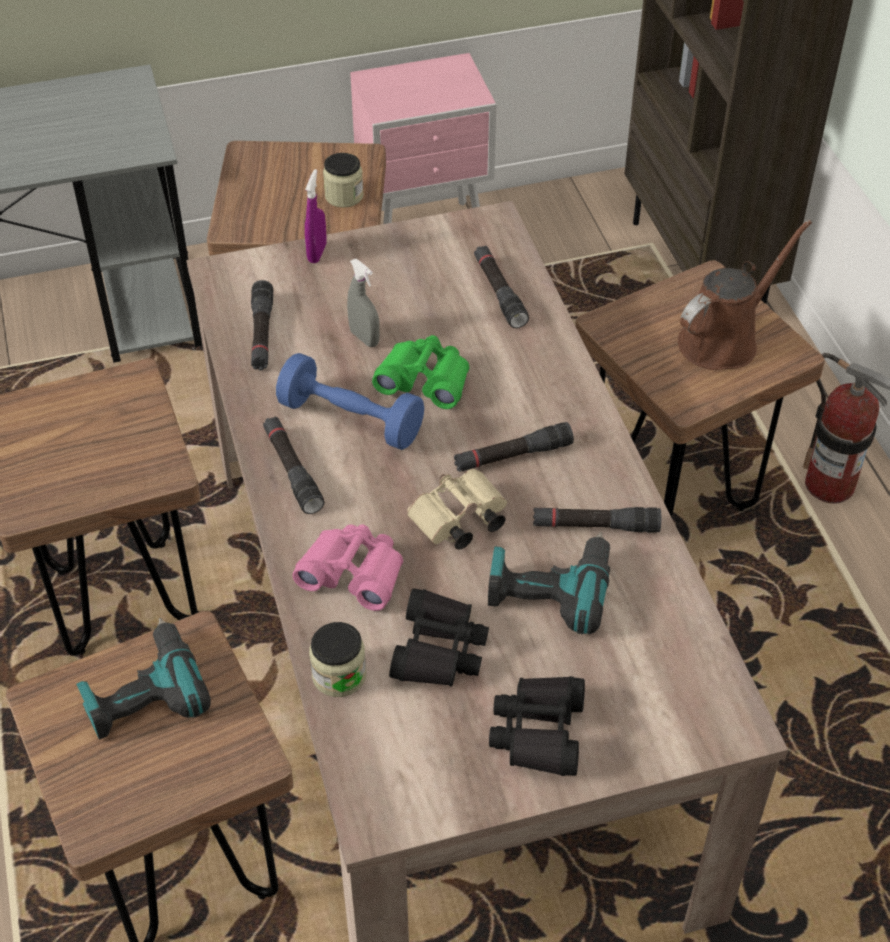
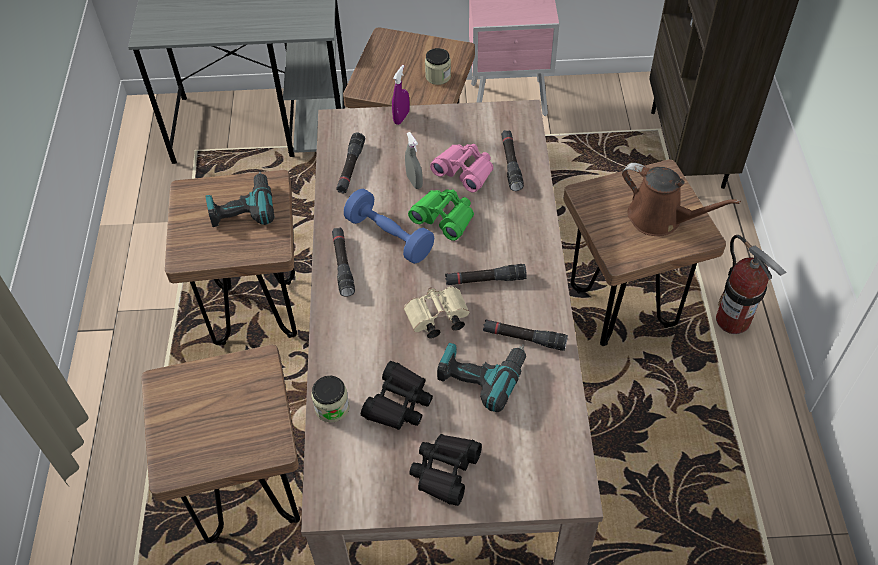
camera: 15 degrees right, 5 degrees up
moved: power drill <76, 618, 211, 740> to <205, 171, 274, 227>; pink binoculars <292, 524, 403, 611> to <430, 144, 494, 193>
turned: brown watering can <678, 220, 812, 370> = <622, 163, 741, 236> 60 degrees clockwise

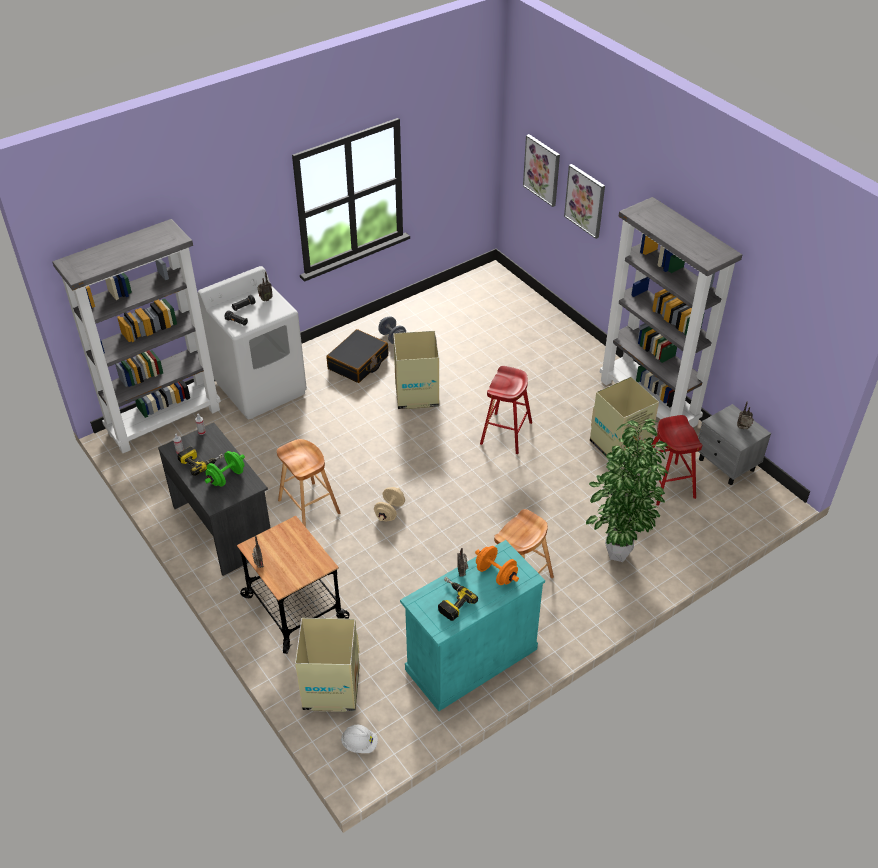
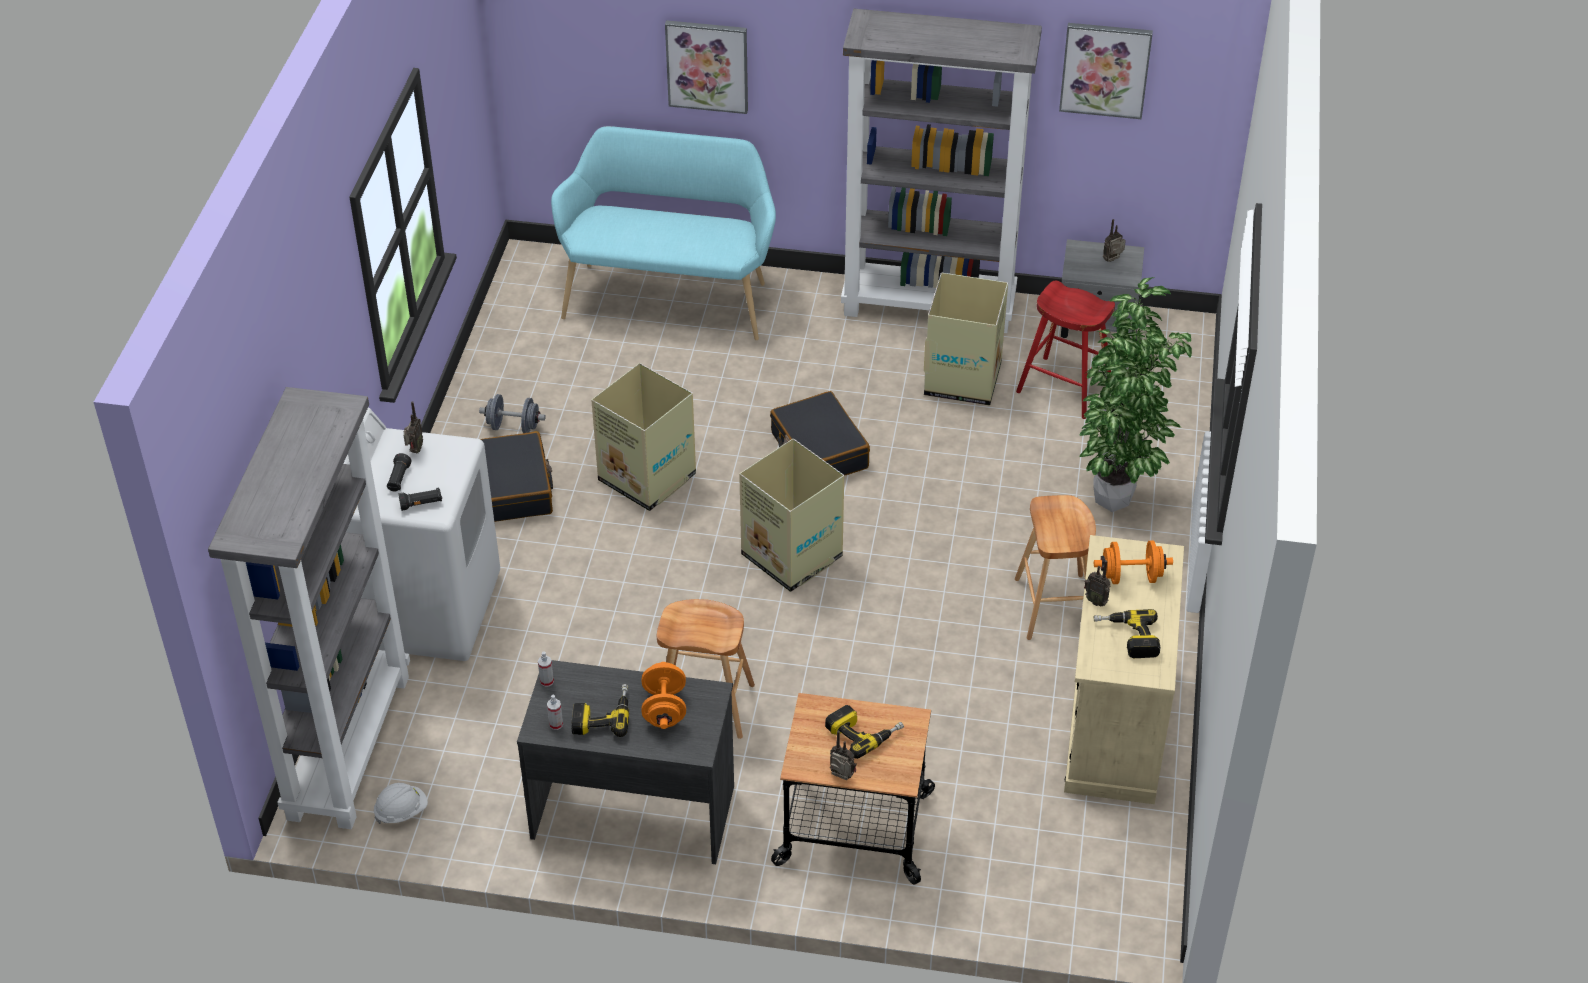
camera: 45 degrees left, 0 degrees up
removed: beige dumbbell <374, 487, 405, 521>
added: turquoise bench <551, 126, 776, 340>; power drill <825, 705, 904, 759>
moved: cardboard box <295, 618, 360, 712> to <739, 439, 844, 592>; white hard hat <341, 725, 378, 753> to <374, 783, 428, 824>; picture <523, 134, 560, 207> to <1059, 23, 1153, 119>
replaced: red stool <480, 366, 532, 454> to black suitcase <770, 391, 870, 476>
recoloured: green dumbbell <205, 451, 245, 487> to orange dumbbell <641, 662, 686, 729>; turquoise cabinet <400, 540, 545, 711> to beige cabinet <1064, 535, 1184, 804>

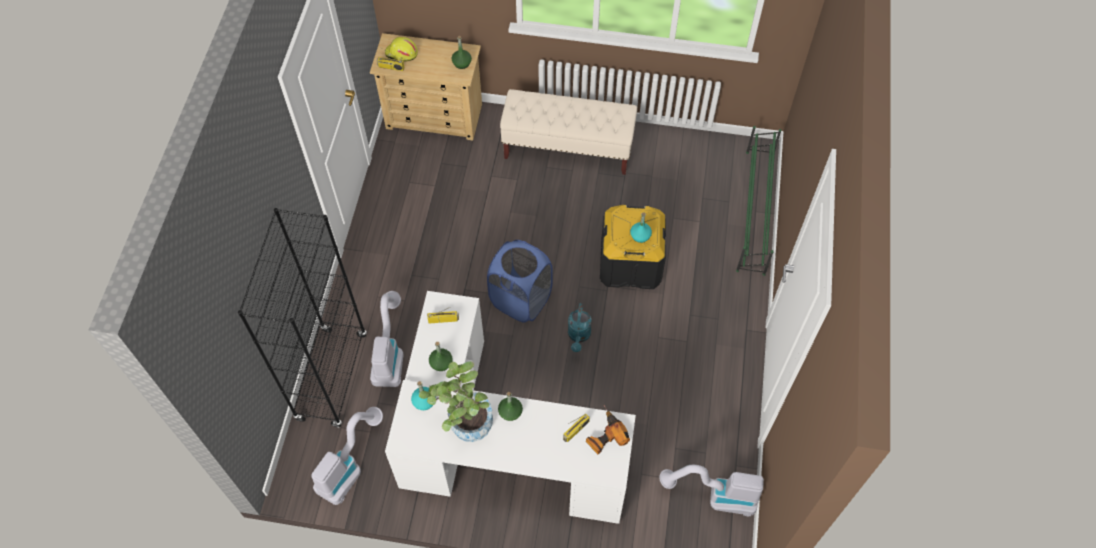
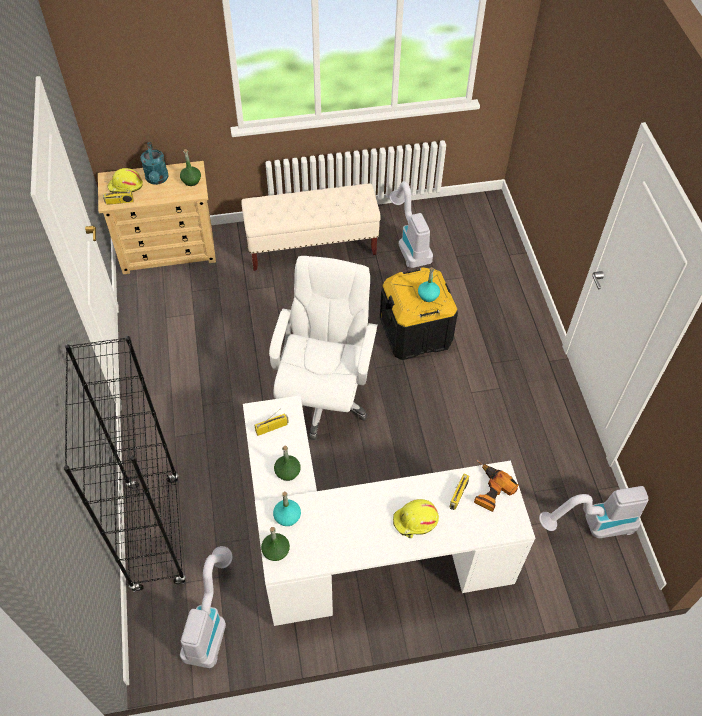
camera: 20 degrees left, 5 degrees down
removed: potted plant <419, 361, 493, 442>; green shoe rack <736, 126, 782, 276>
added: yellow hard hat <393, 499, 439, 538>
moved: vacuum cleaner <370, 291, 404, 387> to <390, 181, 433, 268>; green bottle <498, 392, 523, 421> to <261, 527, 290, 561>; turquoise watering can <568, 303, 591, 352> to <140, 142, 169, 185>
replaced: blue laundry basket <487, 240, 553, 323> to white office chair <269, 256, 378, 440>

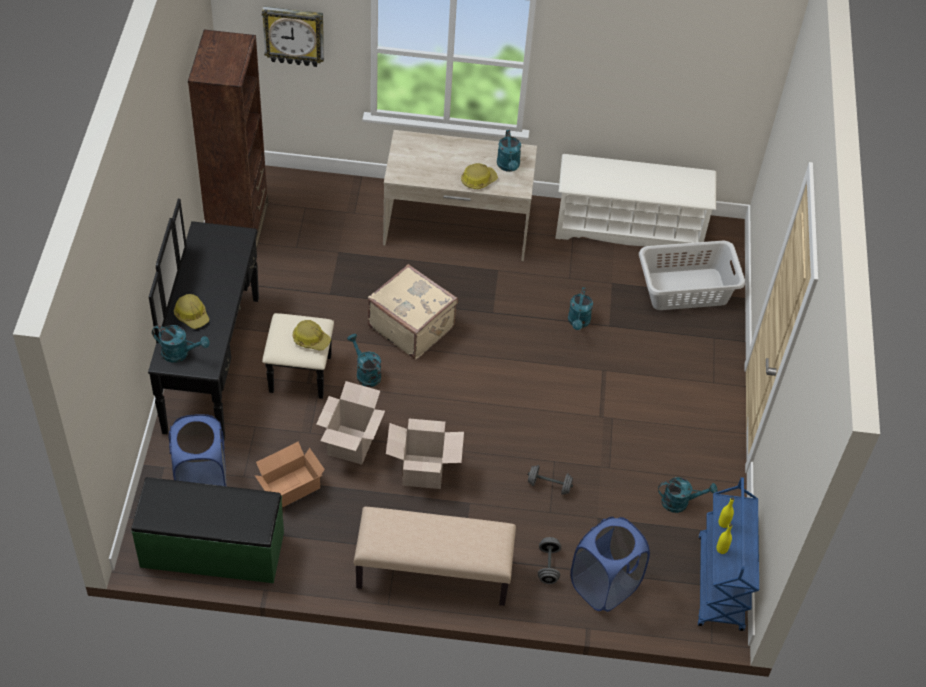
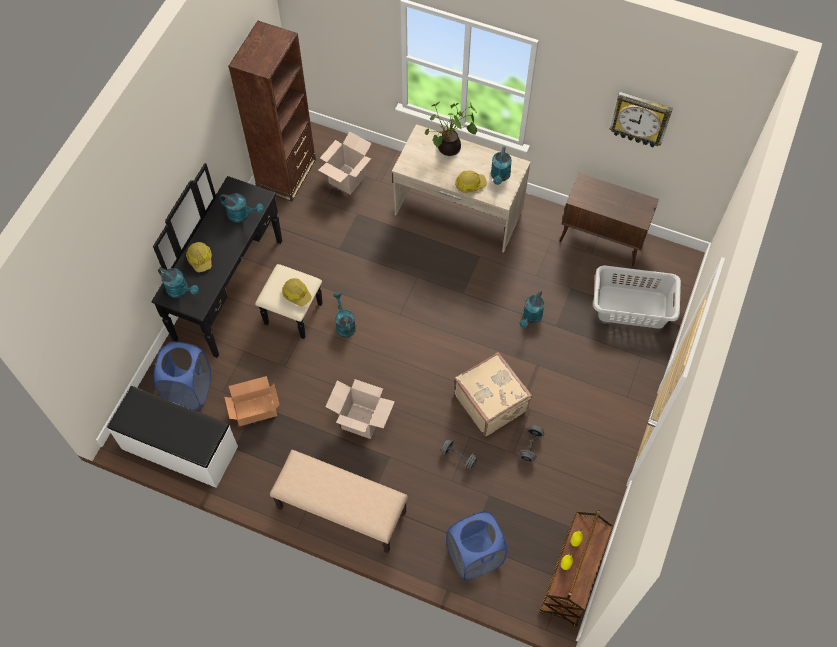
camera: 20 degrees right, 10 degrees up
added: potted plant <425, 102, 477, 156>
moved: wall clock <262, 6, 324, 67> to <609, 92, 673, 147>; cardboard box <316, 381, 385, 465> to <318, 132, 372, 195>; beige suitcase <368, 264, 458, 360> to <454, 352, 532, 436>; grey dumbbell <538, 537, 561, 584> to <519, 425, 544, 462>; turquoise watering can <658, 477, 718, 513> to <219, 193, 264, 222>
replaced: white shoe rack <555, 154, 716, 255> to brown cabinet <559, 173, 659, 267>
recoloured: green bench <131, 477, 284, 583> to white bench <107, 386, 238, 488>; blue cart <697, 477, 759, 631> to brown cart <539, 510, 613, 627>

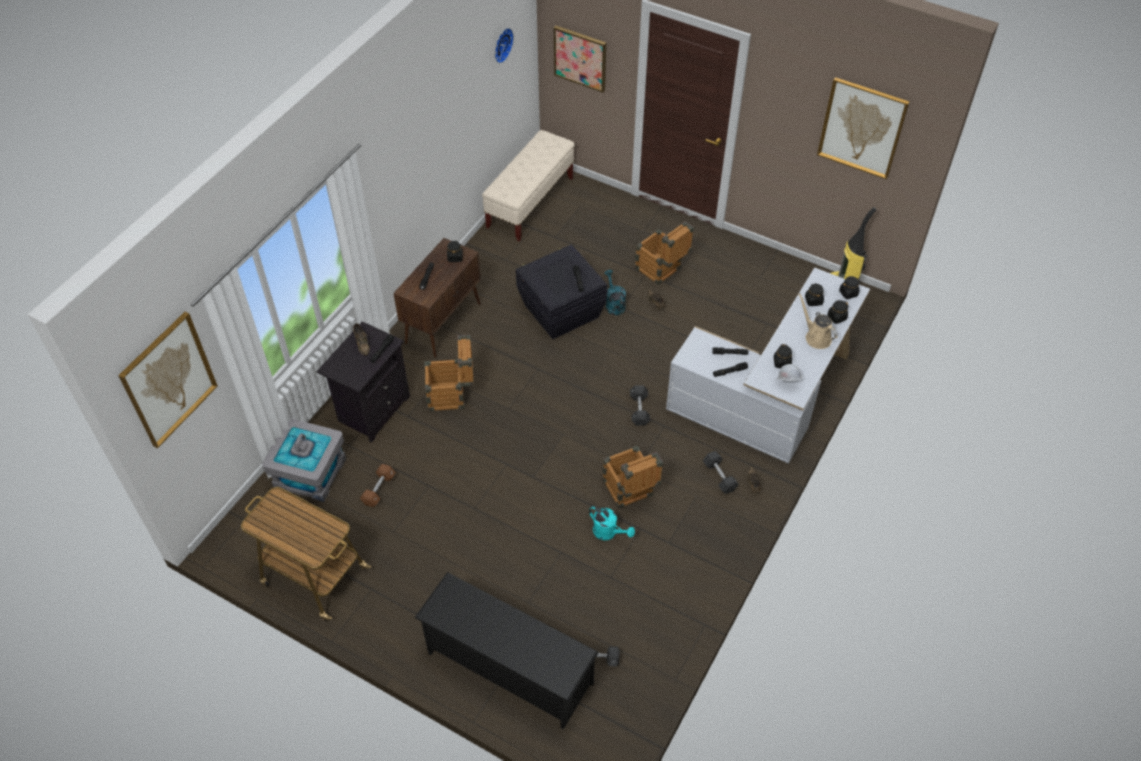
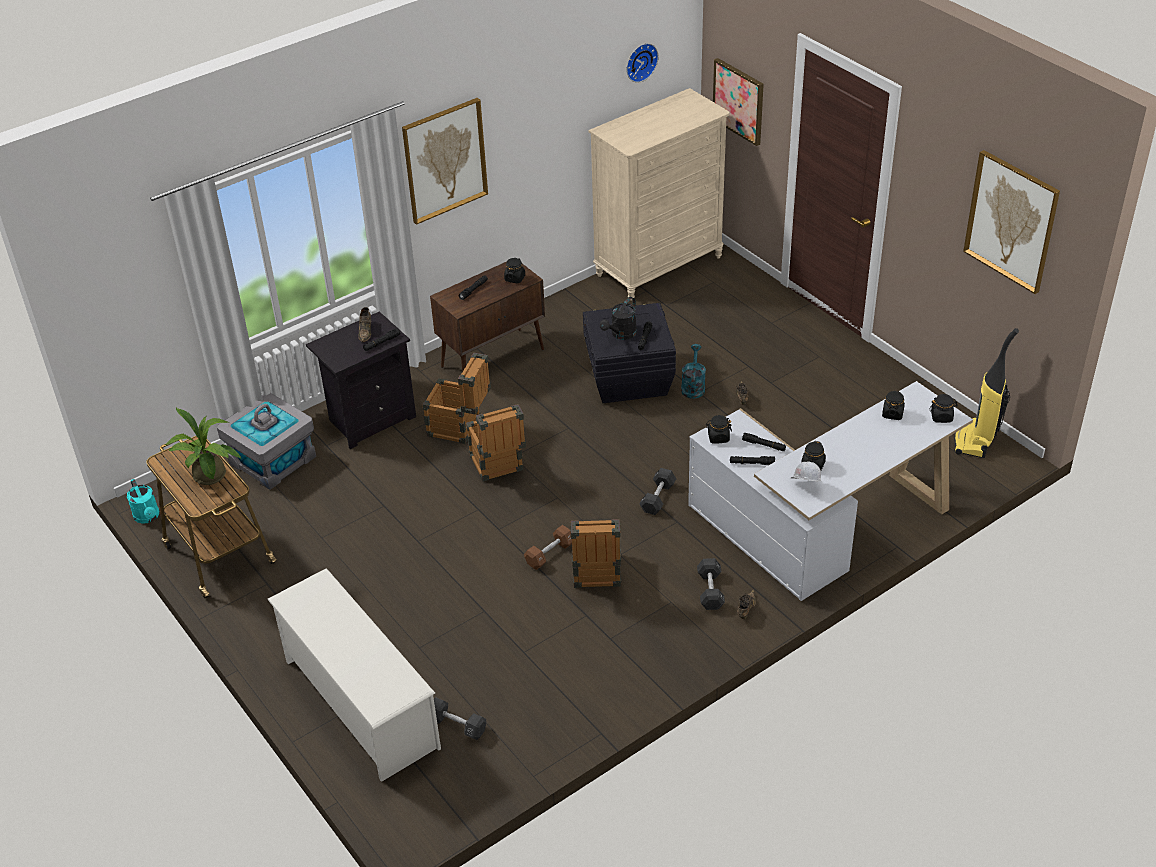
camera: 25 degrees right, 10 degrees down
removed: beige watering can <799, 293, 838, 349>
added: potted plant <165, 408, 241, 485>; black watering can <600, 297, 637, 340>
moved: picture <118, 312, 218, 448> to <402, 98, 488, 225>; brown dumbbell <360, 464, 396, 507> to <524, 525, 572, 570>; turquoise watering can <589, 506, 635, 540> to <127, 479, 159, 524>; crate <635, 221, 694, 285> to <466, 404, 526, 482>; black jar <827, 300, 848, 324> to <706, 415, 732, 444>
replaced: beige bench <482, 130, 575, 242> to beige dresser <588, 88, 729, 301>
recoloured: black shoe rack <414, 572, 599, 729> to white shoe rack <267, 568, 441, 782>

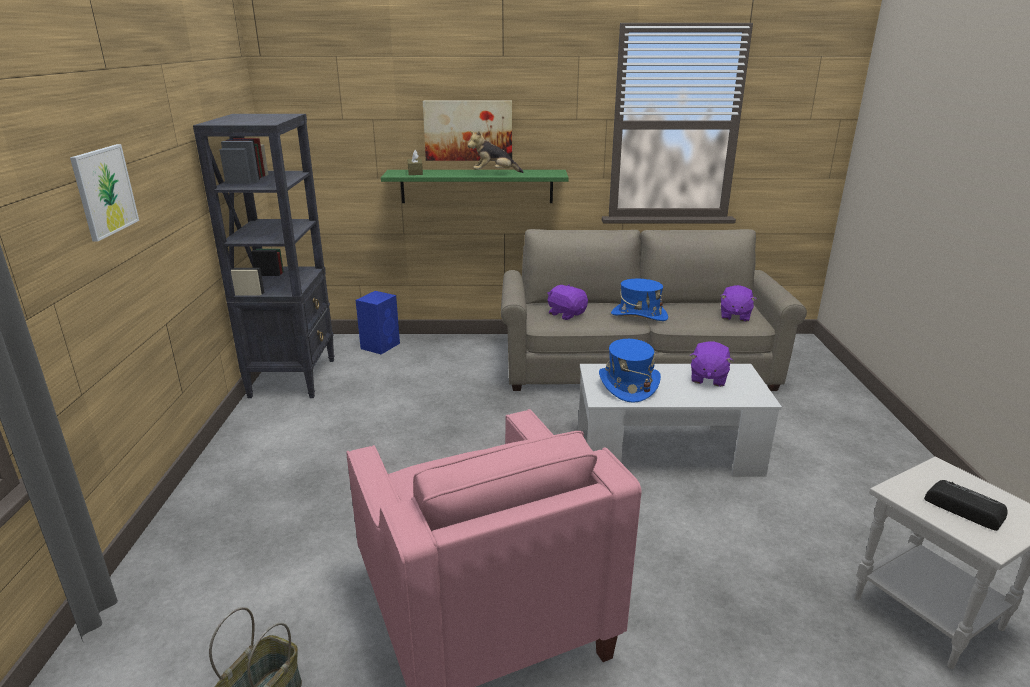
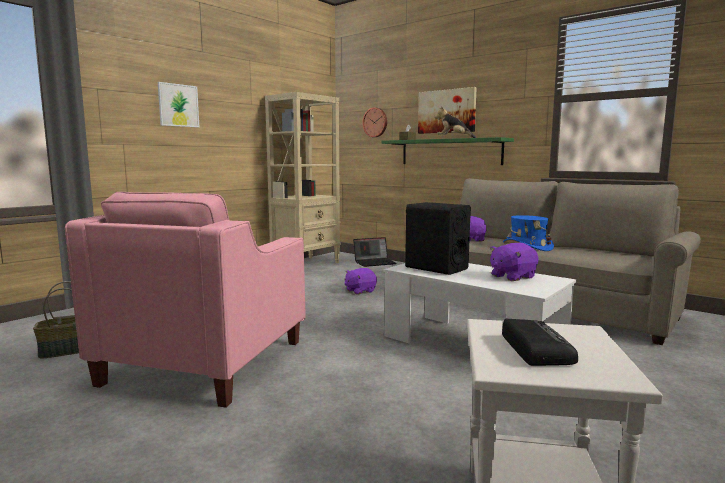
camera: 40 degrees right, 15 degrees down
added: wall clock <362, 107, 387, 137>
moved: purple plush toy <721, 285, 757, 322> to <344, 268, 377, 295>
replaced: blue speaker <356, 291, 400, 355> to laptop <353, 237, 396, 267>; blue hat <599, 339, 661, 403> to black speaker <405, 202, 471, 275>
recoloured: black bookcase <193, 114, 335, 398> to beige bookcase <265, 92, 340, 263>

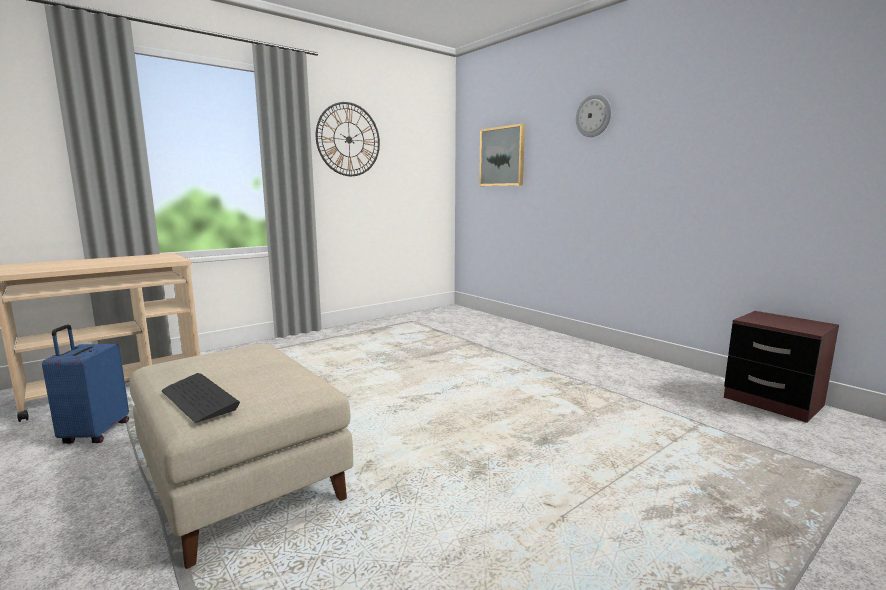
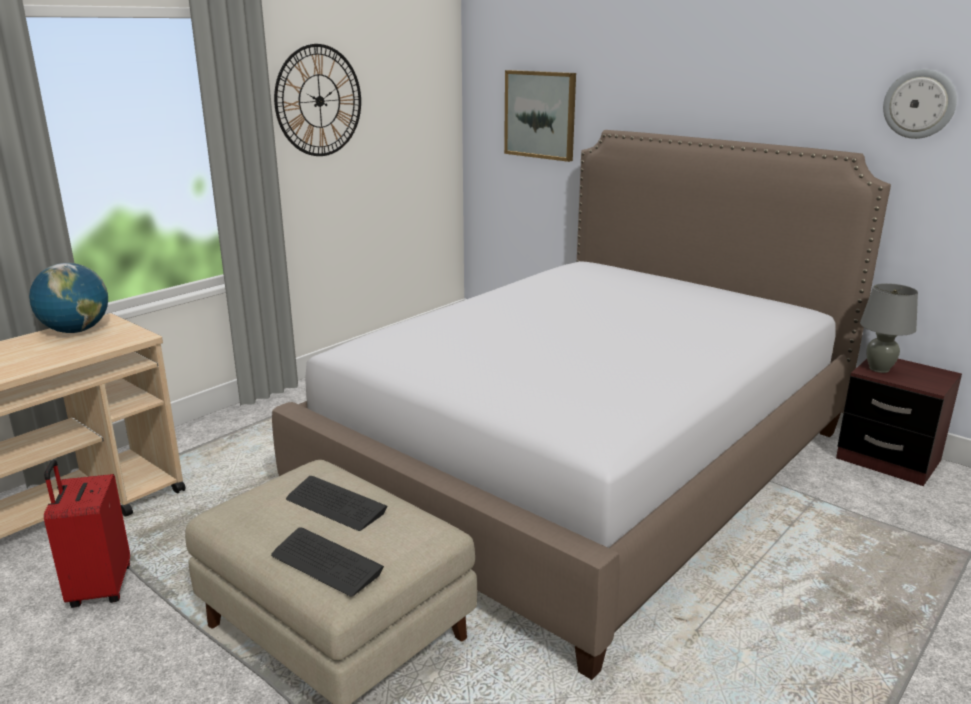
camera: 10 degrees left, 10 degrees up
added: globe <29, 263, 108, 333>; bed <272, 130, 891, 680>; keyboard <286, 476, 387, 531>; grey table lamp <860, 283, 918, 373>
moved: wall clock <576, 94, 611, 137> to <883, 69, 957, 139>
recoloured: blue suitcase <42, 325, 129, 444> to red suitcase <44, 460, 130, 608>

